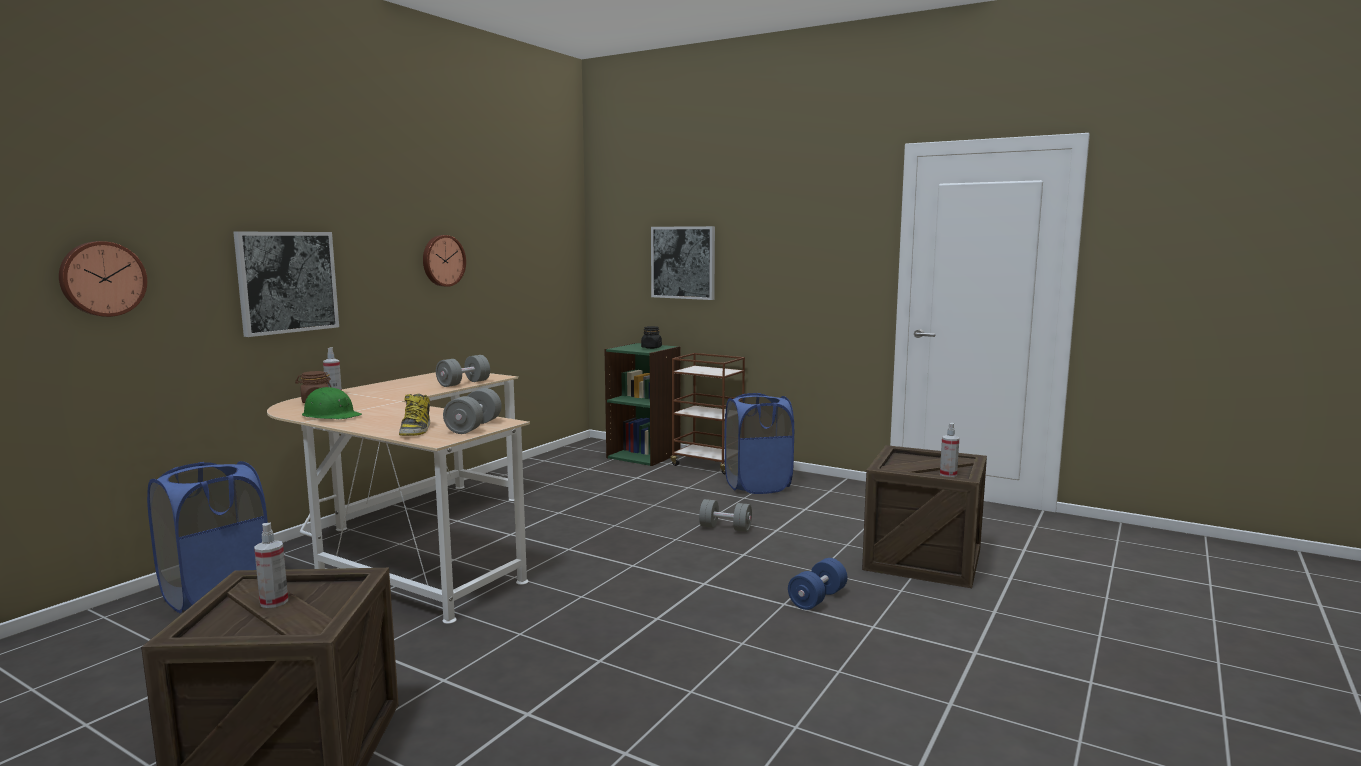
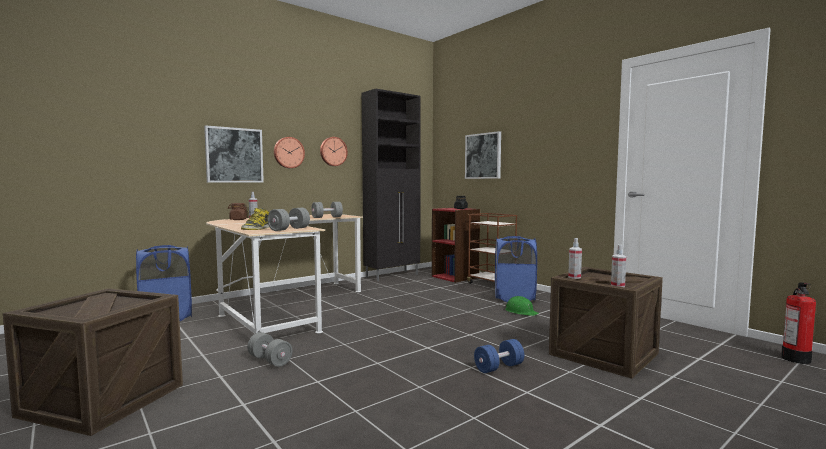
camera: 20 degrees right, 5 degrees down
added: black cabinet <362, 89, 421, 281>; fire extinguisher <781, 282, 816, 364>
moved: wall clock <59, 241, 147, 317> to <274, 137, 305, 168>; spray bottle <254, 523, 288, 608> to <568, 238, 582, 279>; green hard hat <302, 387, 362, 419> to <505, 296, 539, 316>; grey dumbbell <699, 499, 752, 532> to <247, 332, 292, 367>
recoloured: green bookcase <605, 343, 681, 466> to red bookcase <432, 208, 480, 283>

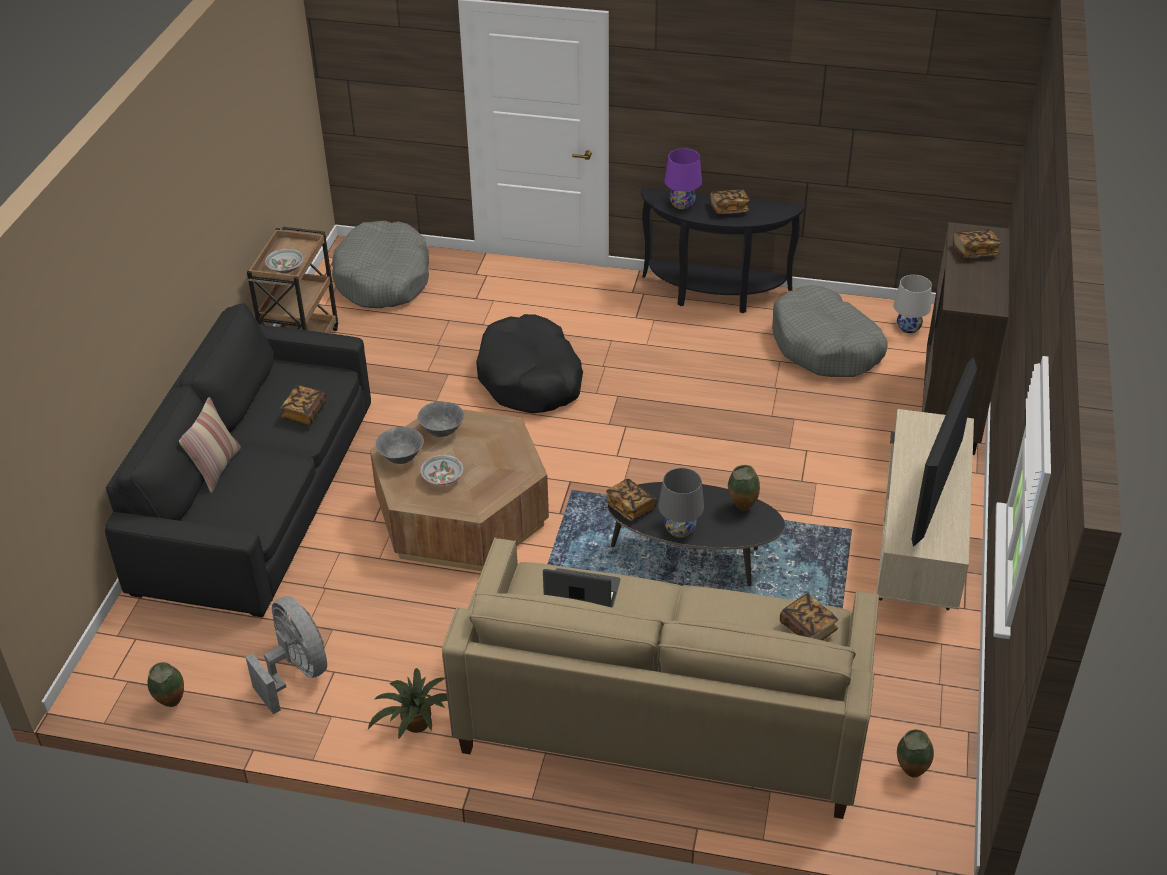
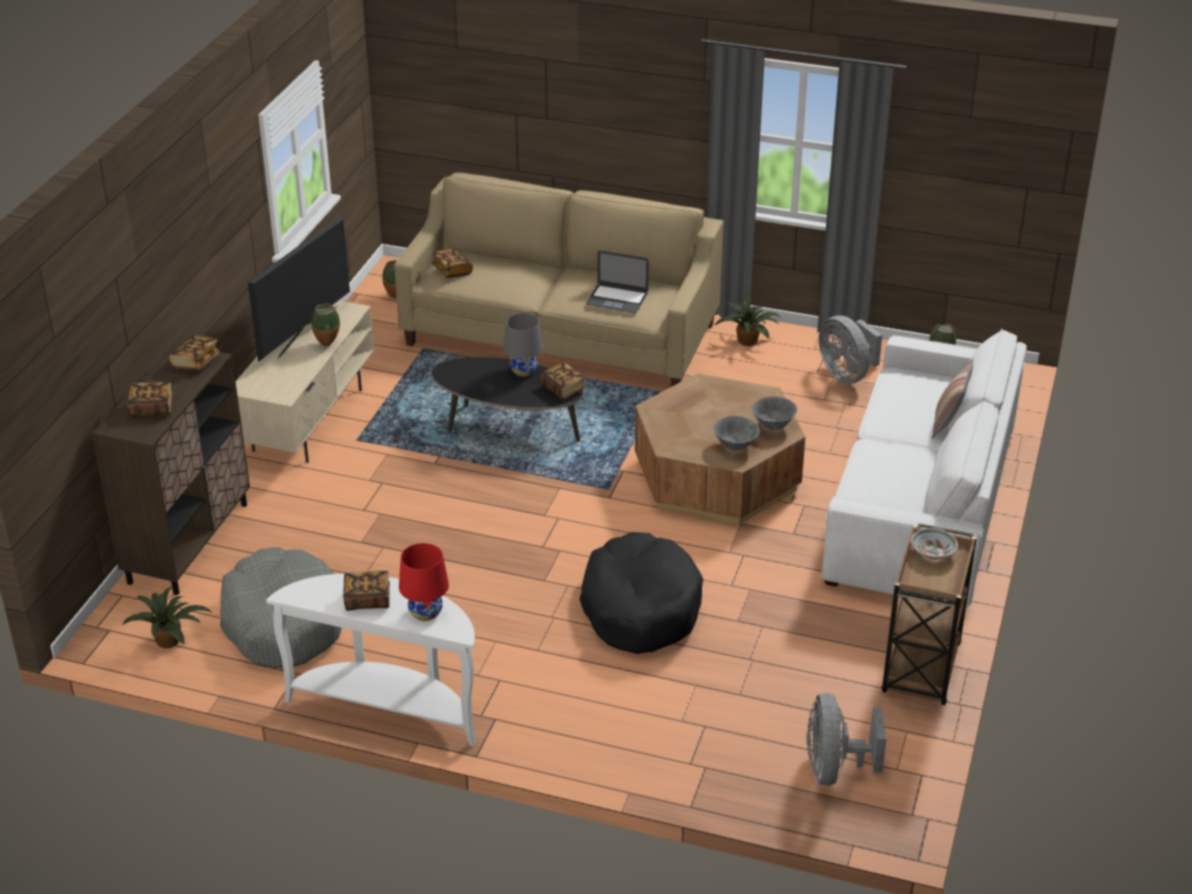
camera: 175 degrees left, 5 degrees down
removed: bowl <420, 455, 464, 485>
moved: book <280, 385, 326, 426> to <169, 335, 220, 370>; vase <728, 465, 760, 511> to <312, 303, 340, 346>
replaced: grey dog bed <332, 221, 429, 308> to grey fan <806, 693, 887, 786>; white table lamp <893, 275, 932, 333> to potted plant <122, 587, 211, 648>
recoloured: black sofa <105, 303, 371, 617> to white sofa <822, 329, 1027, 609>; black console table <641, 188, 805, 313> to white console table <266, 574, 476, 746>; purple table lamp <665, 148, 702, 209> to red table lamp <399, 543, 449, 621>

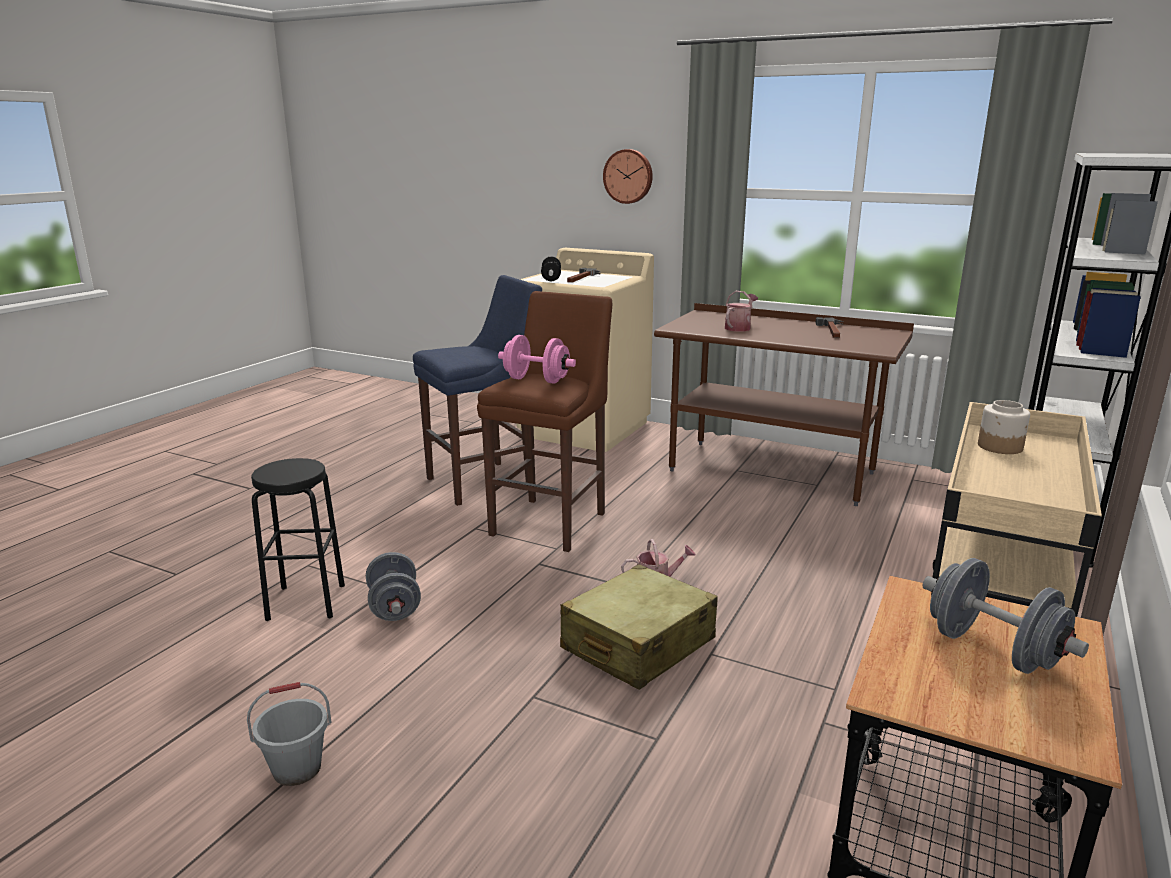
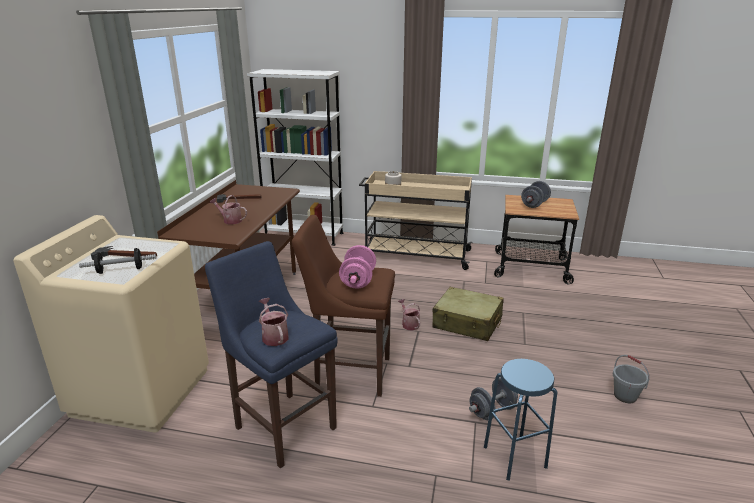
camera: 105 degrees left, 5 degrees up
removed: wall clock <603, 149, 653, 204>
added: watering can <259, 298, 288, 346>
recoloured: black stool <251, 458, 345, 621> to blue stool <484, 359, 557, 481>

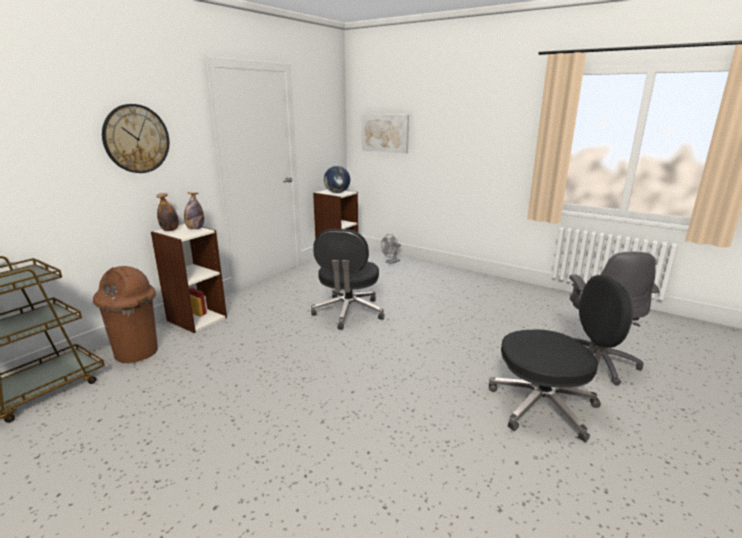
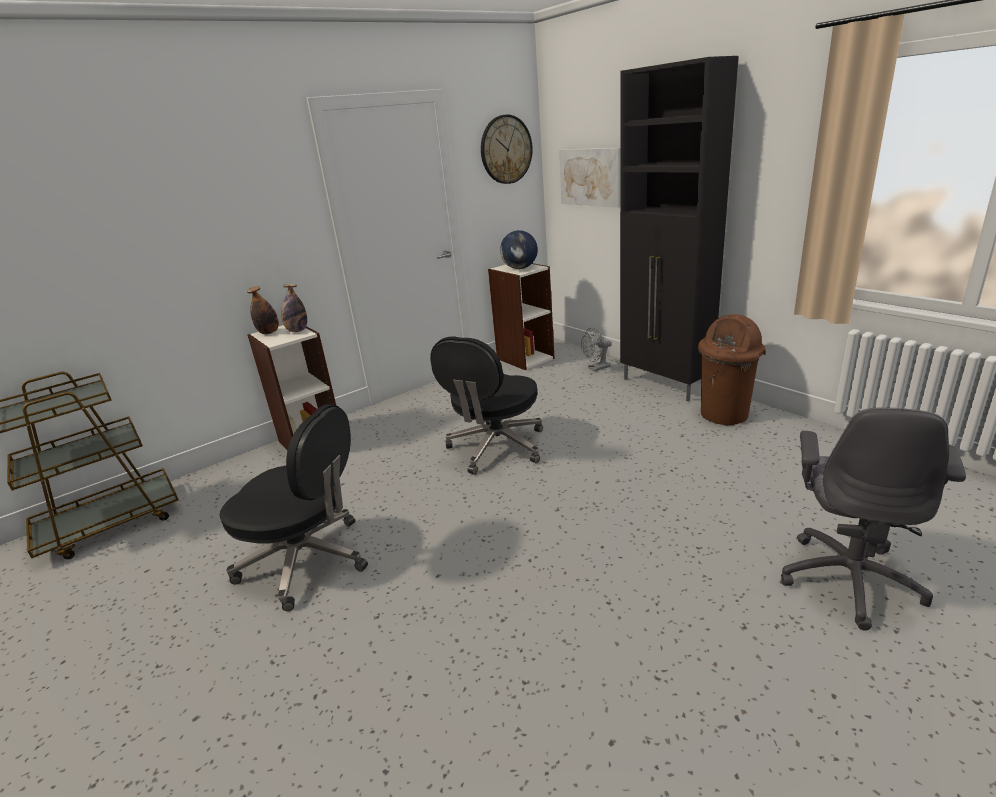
camera: 20 degrees right, 5 degrees up
added: black cabinet <620, 56, 739, 401>
moved: brown trash can <93, 266, 158, 363> to <698, 314, 766, 425>; wall clock <102, 104, 169, 173> to <481, 115, 533, 184>; black office chair <489, 275, 633, 442> to <219, 404, 368, 611>

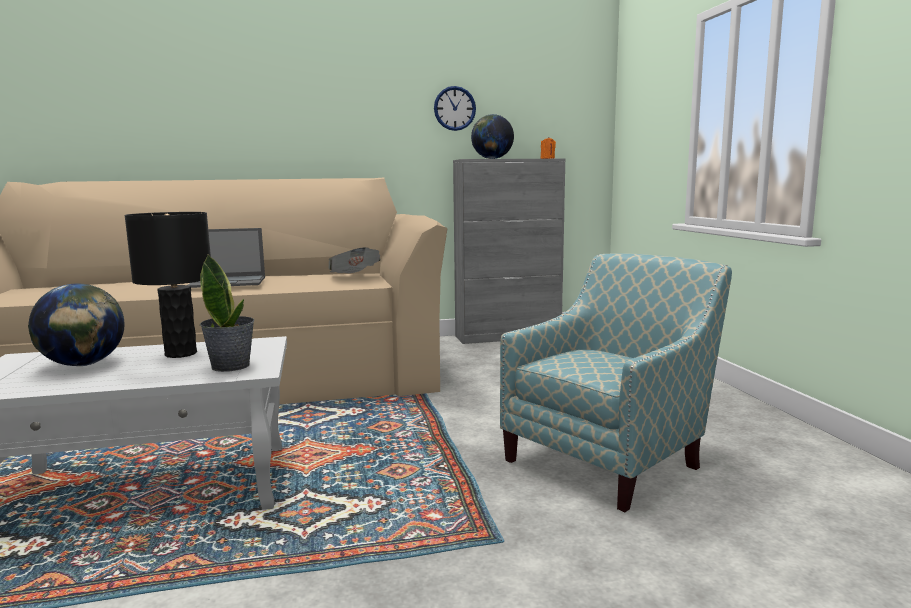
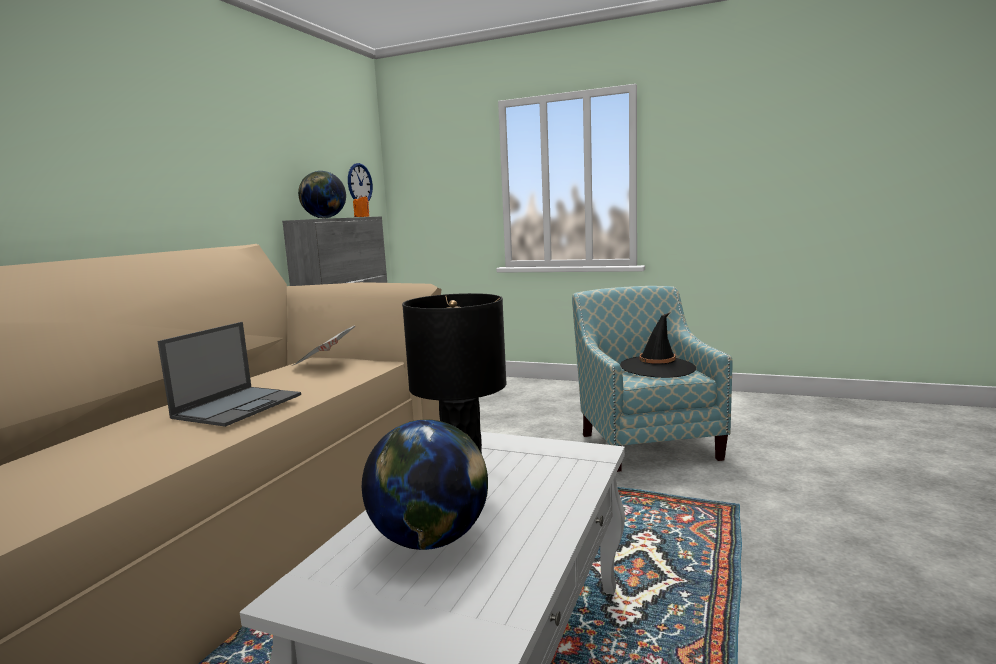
camera: 55 degrees left, 0 degrees up
removed: potted plant <200, 255, 255, 372>
added: black hat <620, 313, 696, 378>
moved: wall clock <434, 86, 476, 131> to <348, 163, 373, 201>

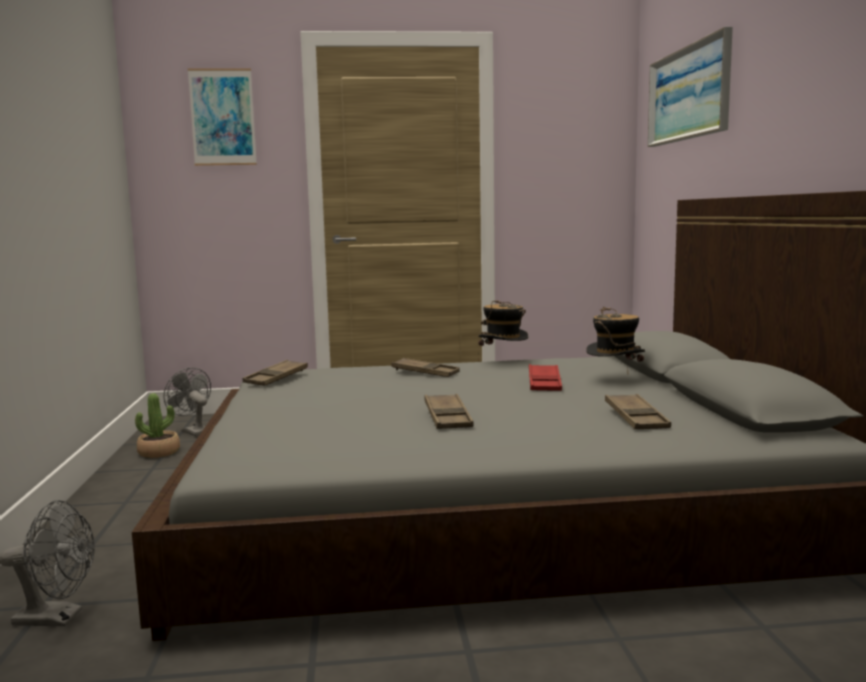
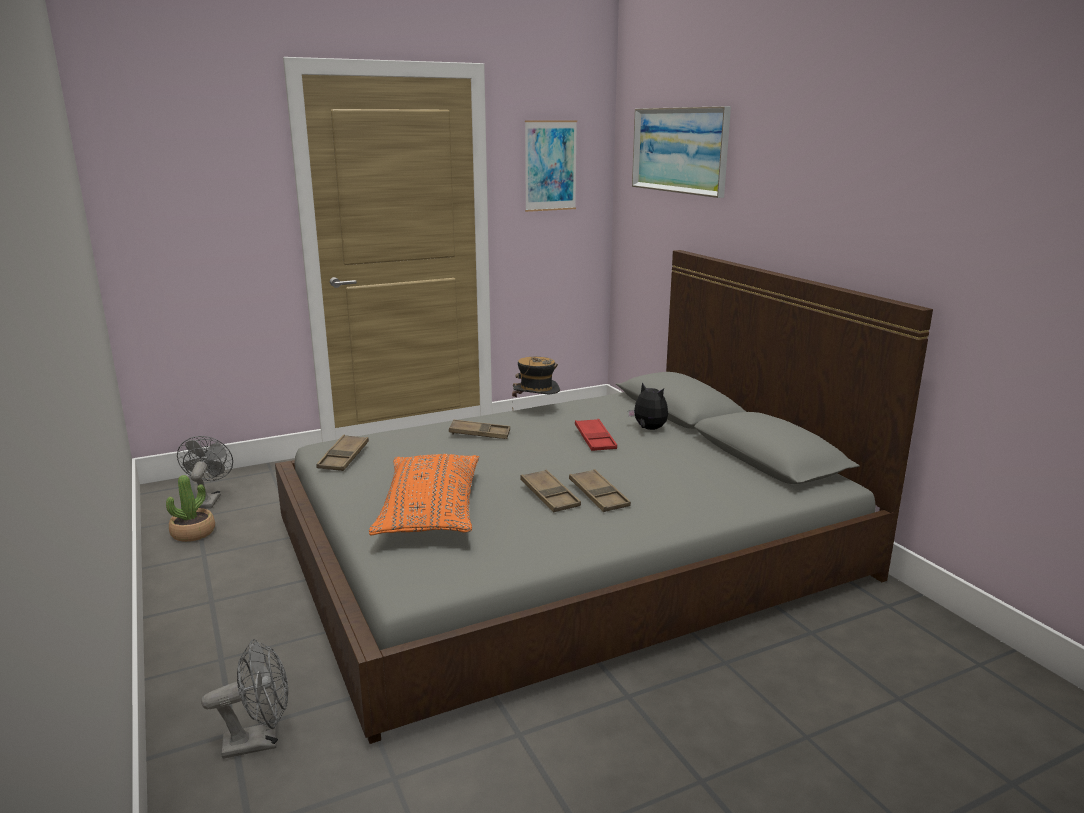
camera: 20 degrees left, 10 degrees up
added: orange pillow <369, 454, 479, 536>
moved: picture <188, 69, 257, 166> to <525, 121, 577, 212>; brown tray <605, 394, 671, 429> to <569, 469, 631, 512>
replaced: hat <587, 307, 645, 373> to plush toy <628, 382, 668, 430>
turned: grey fan <163, 367, 211, 437> = <177, 436, 233, 509> 60 degrees clockwise

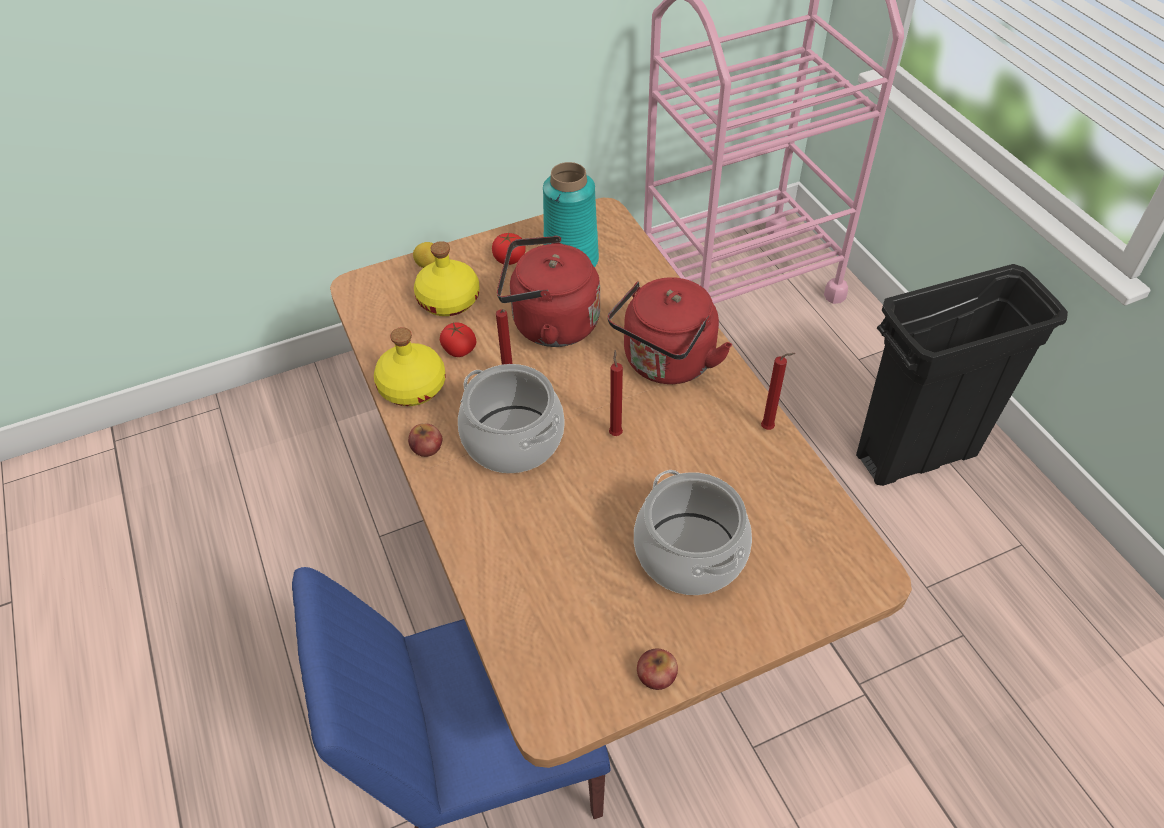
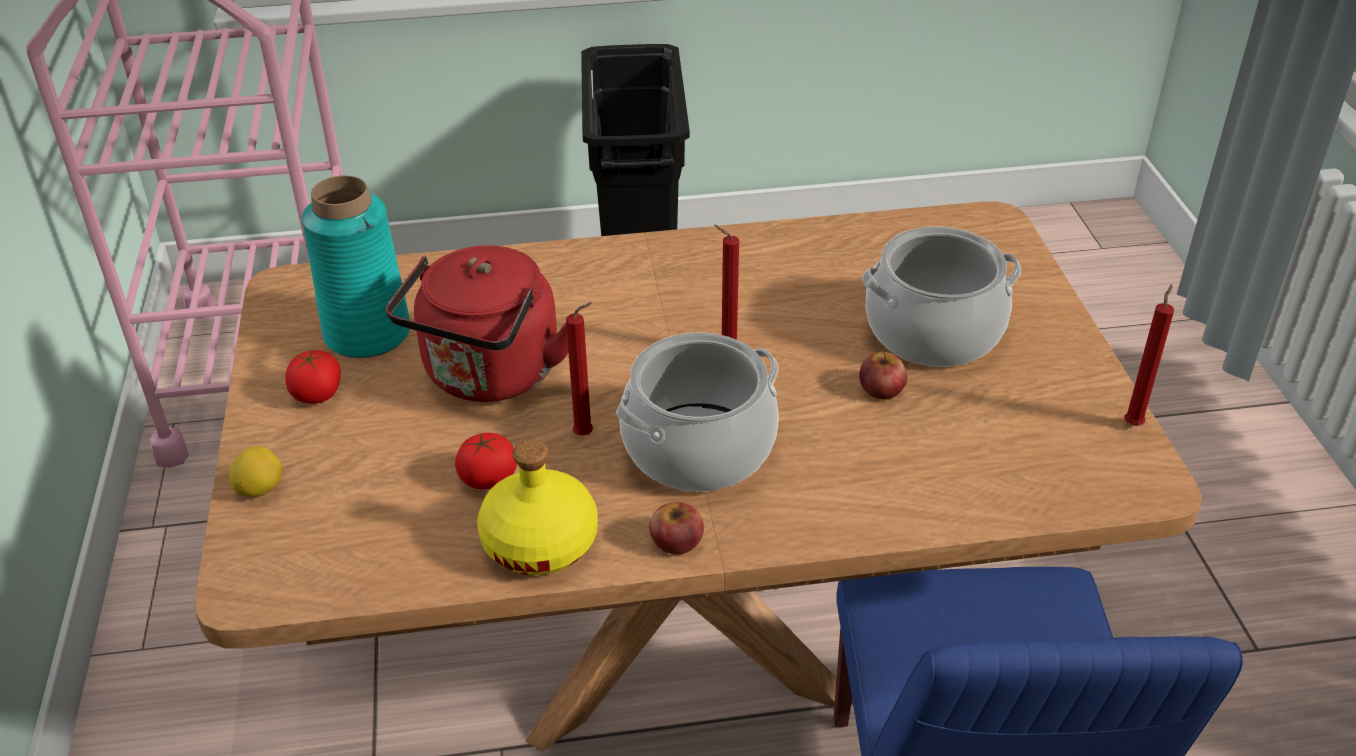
camera: 75 degrees left, 10 degrees down
removed: yellow bottle <414, 241, 480, 316>; red kettle <608, 277, 732, 384>
moved: apple <637, 649, 678, 690> to <859, 351, 907, 399>; red candle <761, 353, 796, 430> to <1124, 284, 1174, 426>

